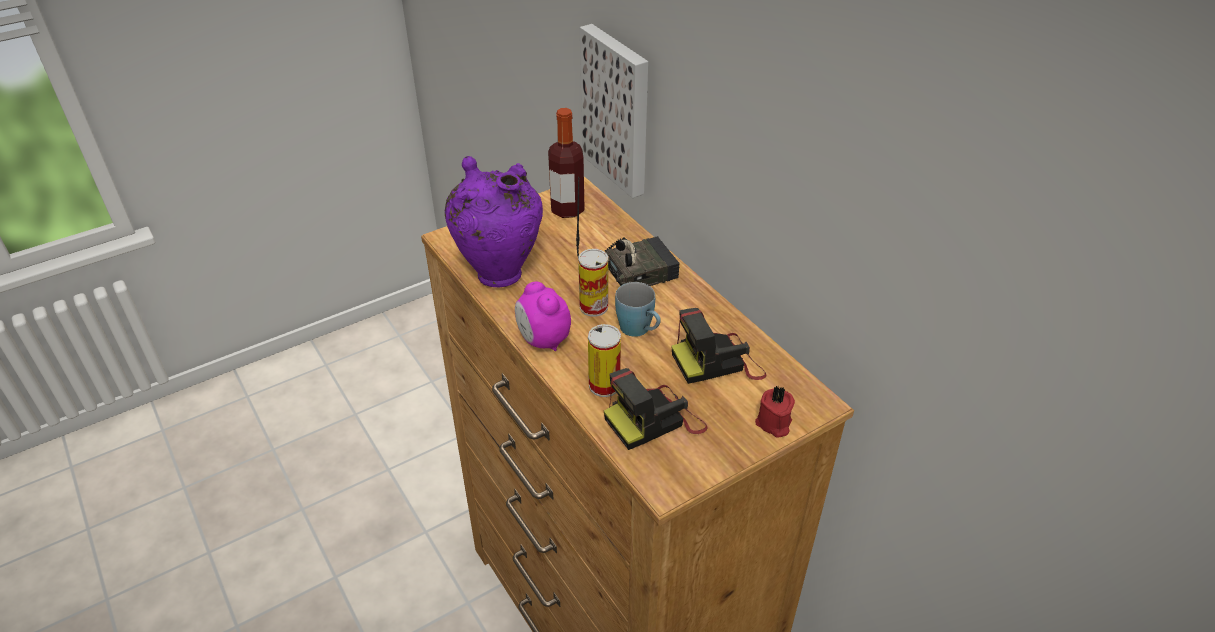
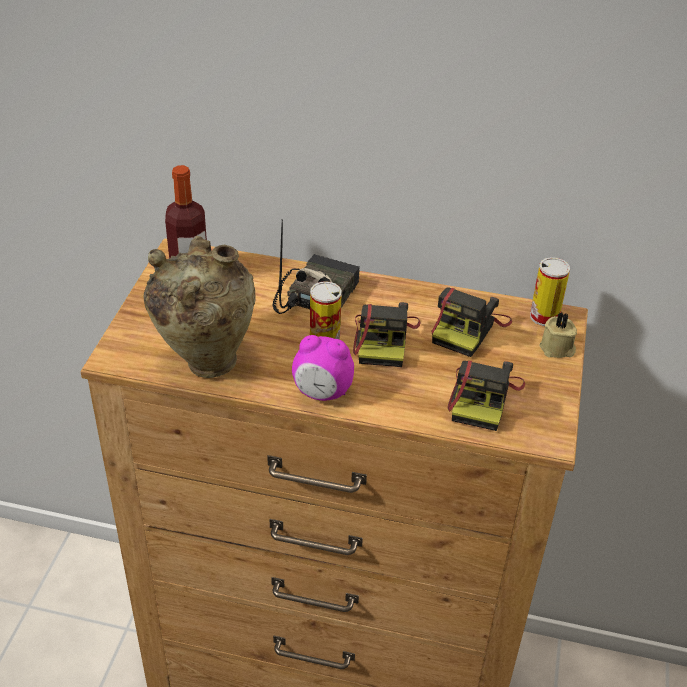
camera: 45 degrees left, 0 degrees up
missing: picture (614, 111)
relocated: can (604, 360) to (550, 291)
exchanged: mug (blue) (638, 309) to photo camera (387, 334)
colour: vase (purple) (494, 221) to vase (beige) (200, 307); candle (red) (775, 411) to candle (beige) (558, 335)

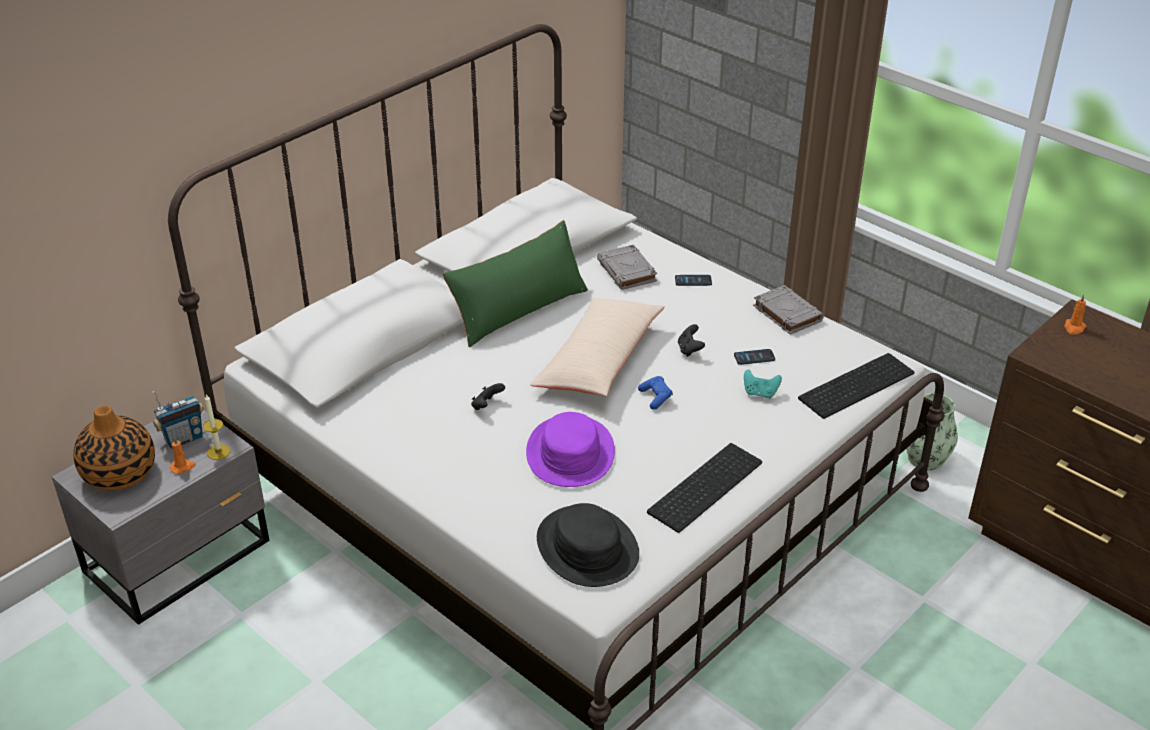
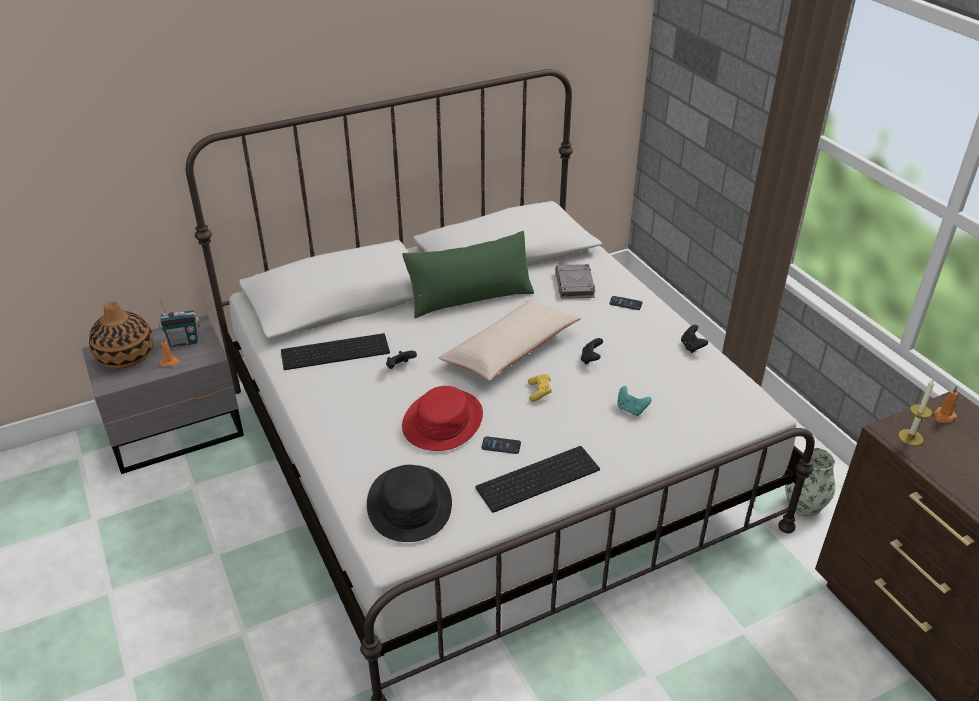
camera: 20 degrees right, 0 degrees up
relocated: candle (216, 427) to (916, 412); phone (754, 357) to (501, 445); keyboard (856, 386) to (335, 351)
exchanged: book (grey) (788, 310) to game controller (black) (694, 339)
colour: hat (purple) (570, 449) to hat (red) (442, 418); game controller (blue) (655, 393) to game controller (yellow) (540, 388)

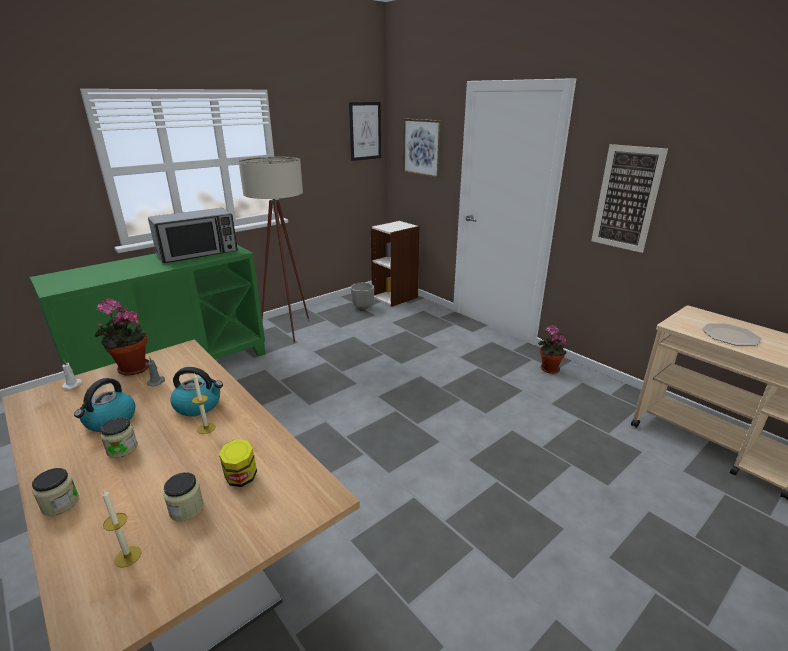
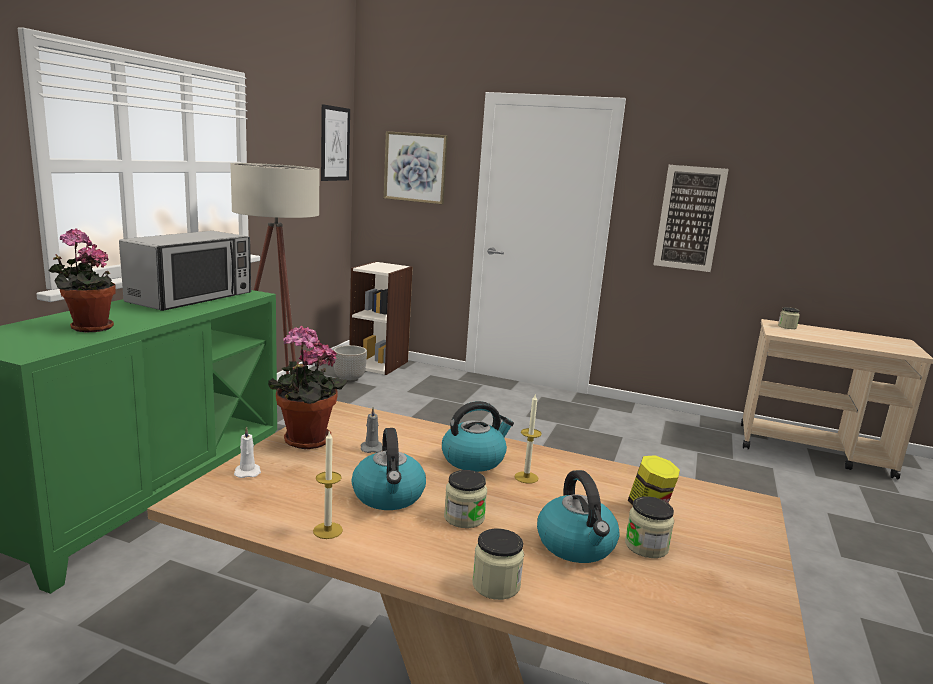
camera: 30 degrees left, 10 degrees down
missing: plate (731, 334)
appeared: kettle (578, 516); jar (789, 318)
relocated: candle (122, 528) to (328, 484); potted plant (552, 349) to (82, 280)

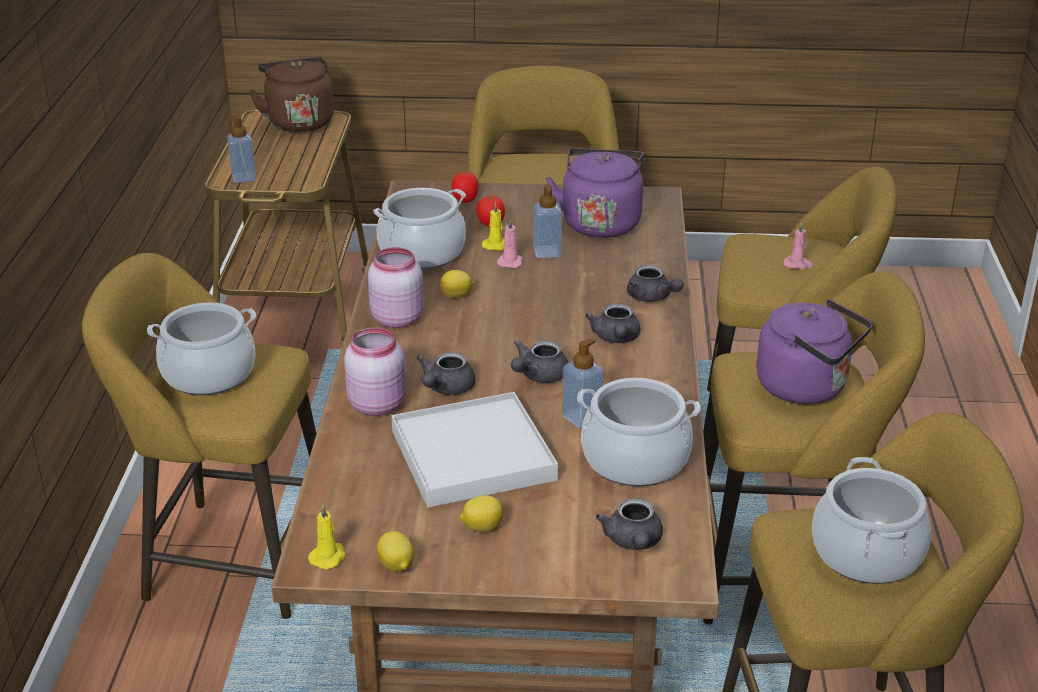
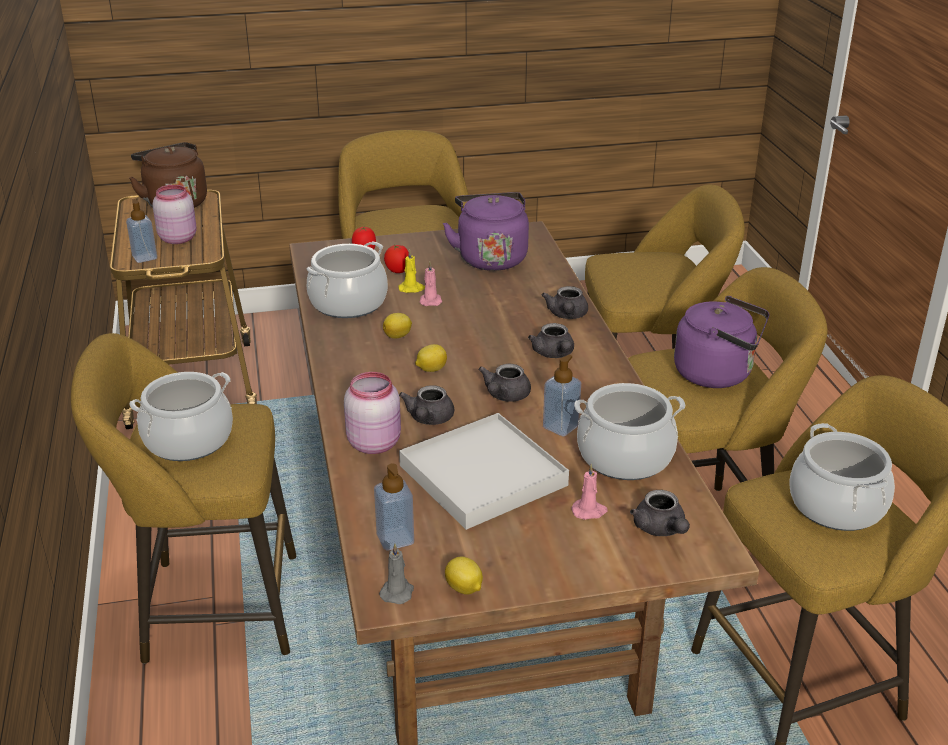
camera: 15 degrees left, 0 degrees up
relocated: jar (pink) (395, 287) to (175, 214); lemon (481, 513) to (431, 358); soap dispenser (547, 221) to (394, 507); candle (pink) (798, 245) to (589, 491)
colour: candle (yellow) (327, 537) to candle (grey) (396, 574)
spun: teapot (grey) (655, 283) = (565, 302) 60 degrees clockwise

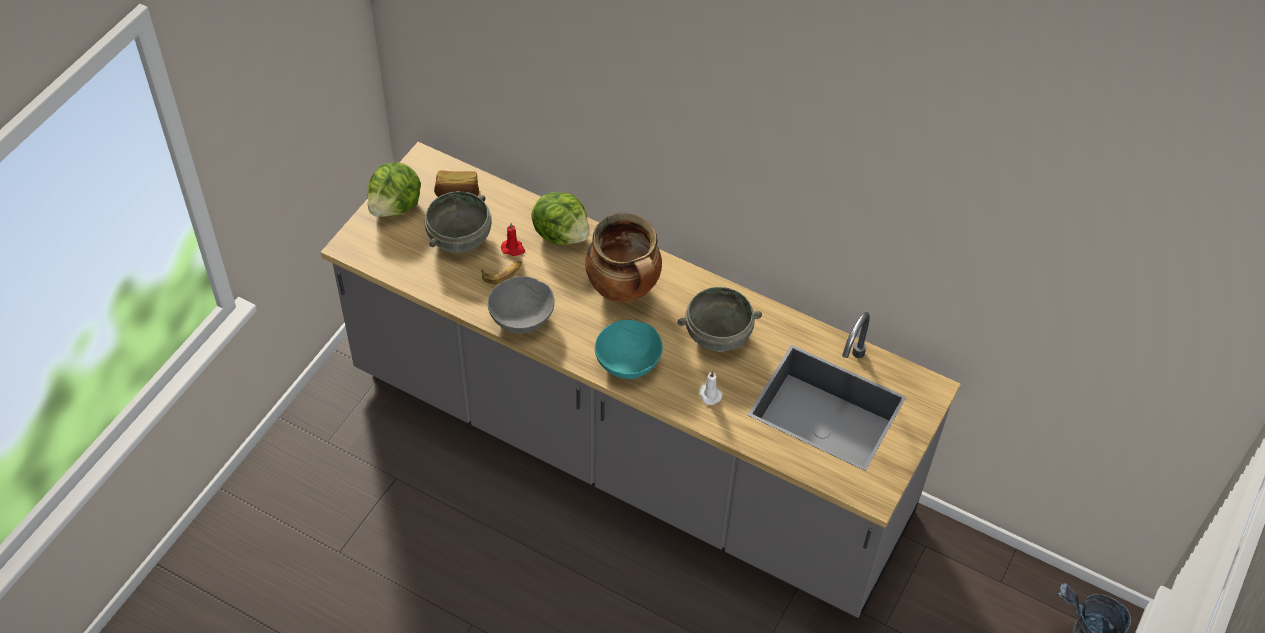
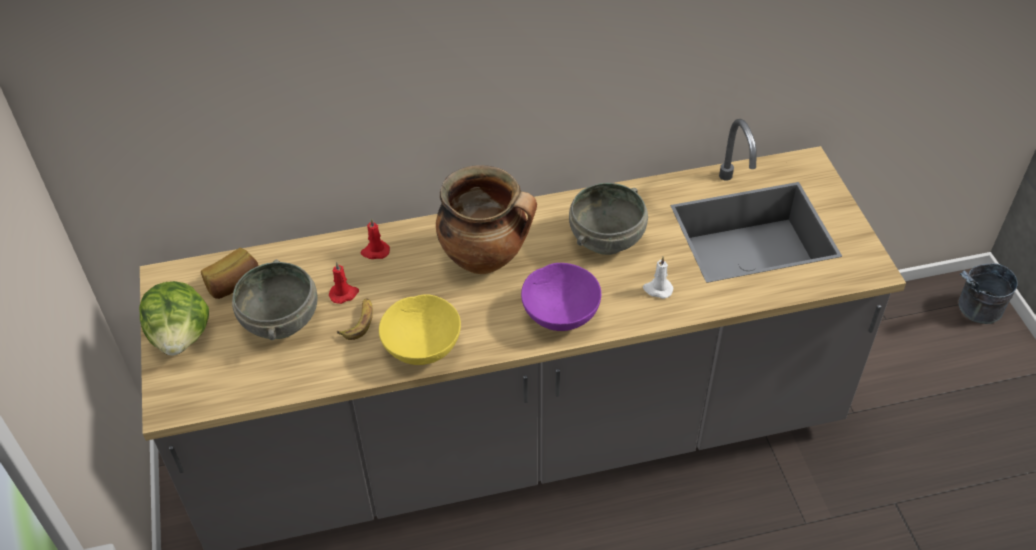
camera: 40 degrees left, 5 degrees down
exchanged: lettuce (560, 218) to candle (red) (375, 238)
colour: bowl (grey) (521, 305) to bowl (yellow) (420, 329); bowl (turquoise) (629, 349) to bowl (purple) (561, 297)

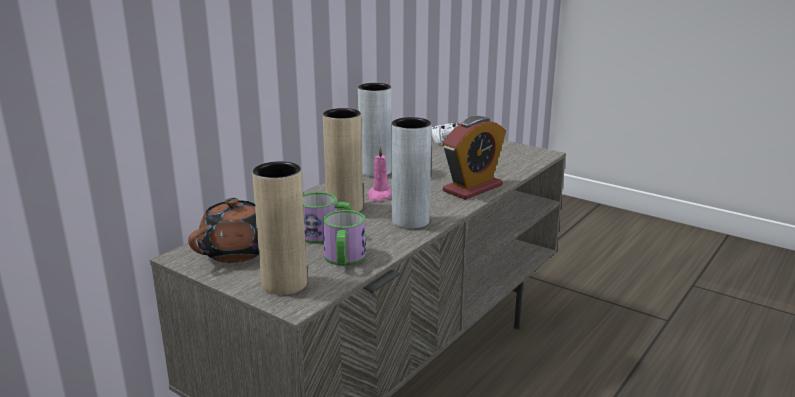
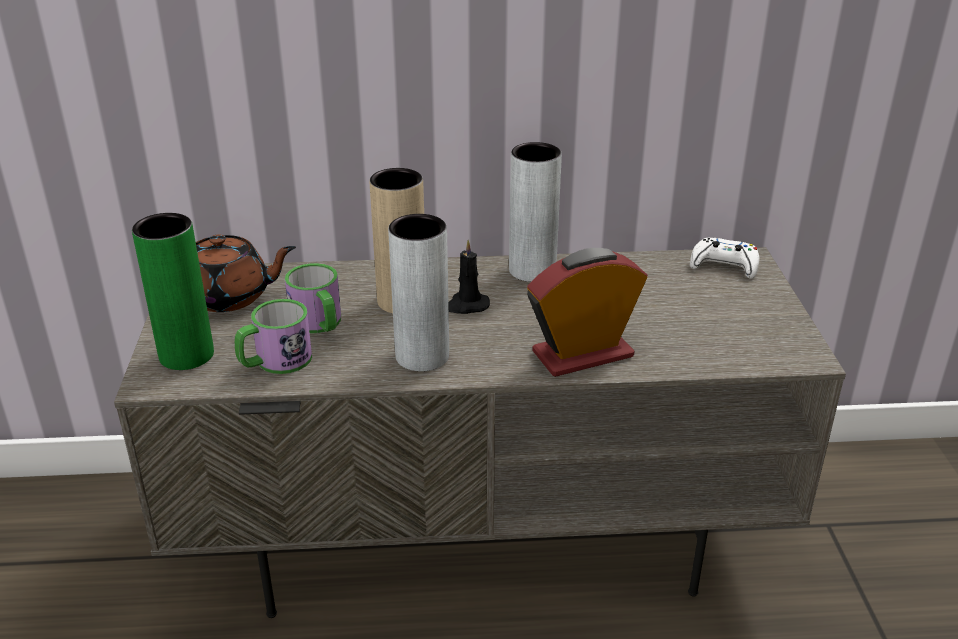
camera: 50 degrees right, 10 degrees up
colour: vase (beige) (279, 228) to vase (green) (173, 291); candle (pink) (379, 174) to candle (black) (469, 277)
spun: alarm clock (474, 158) = (587, 312) 150 degrees clockwise

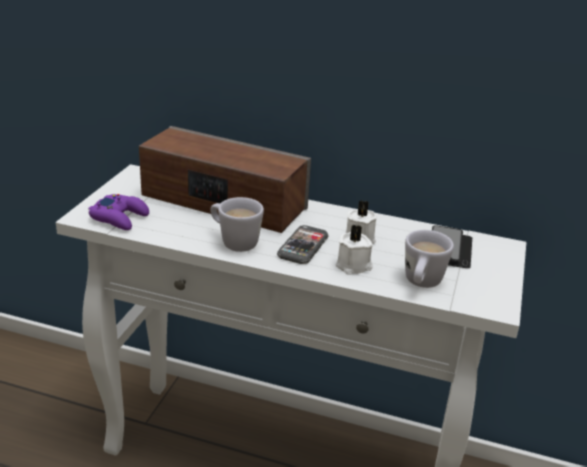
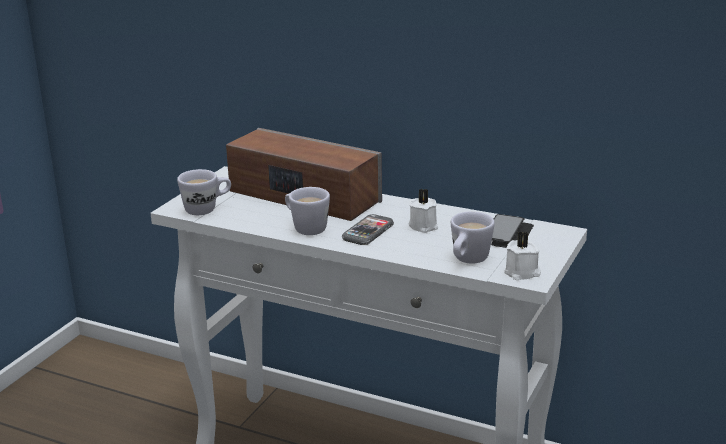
camera: 10 degrees right, 5 degrees down
relocated: candle (white) (354, 250) to (522, 255)
exchanged: game controller (purple) (118, 212) to mug (white) (204, 192)

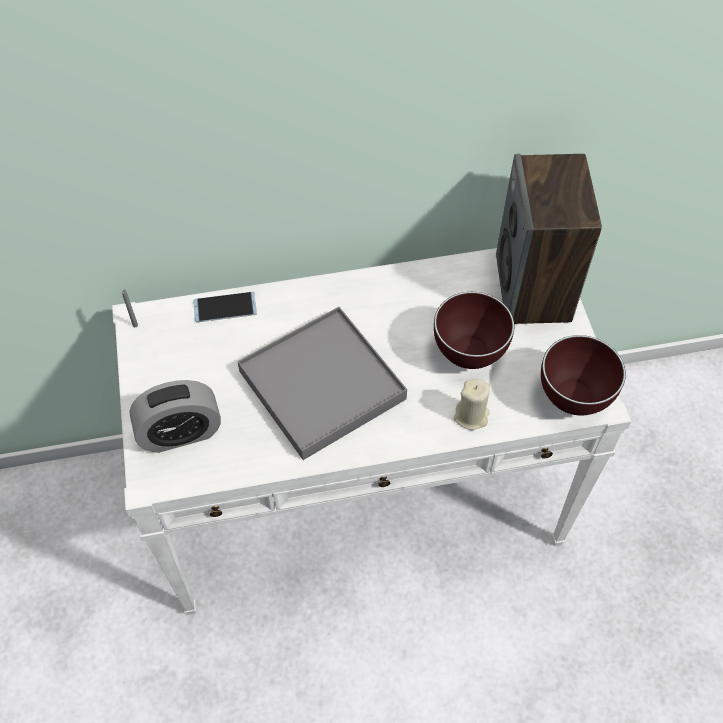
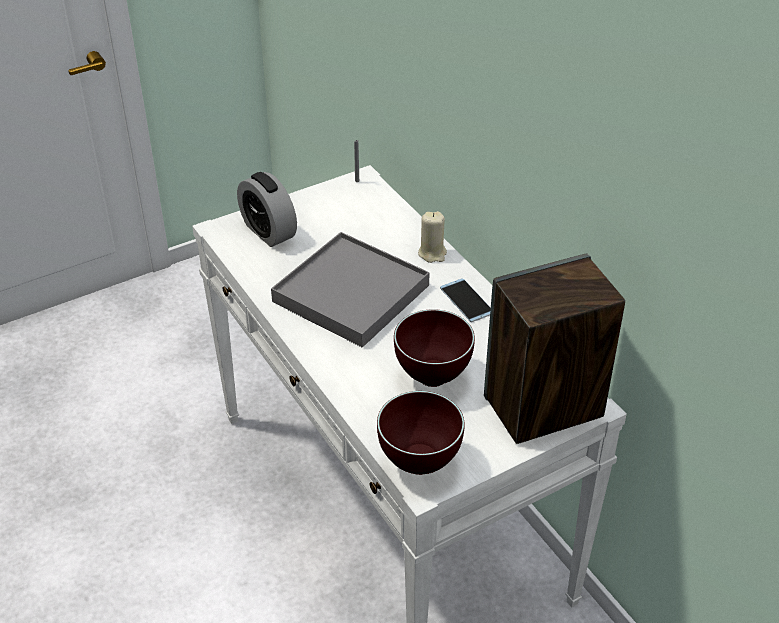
camera: 70 degrees right, 15 degrees down
relocated: phone (225, 307) to (465, 300); candle (beige) (472, 404) to (432, 237)

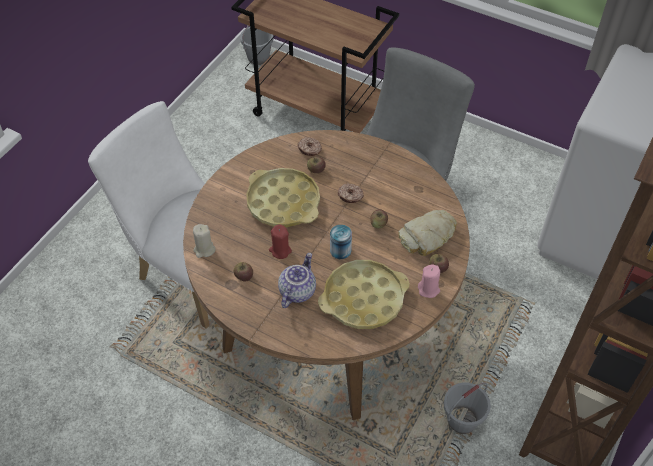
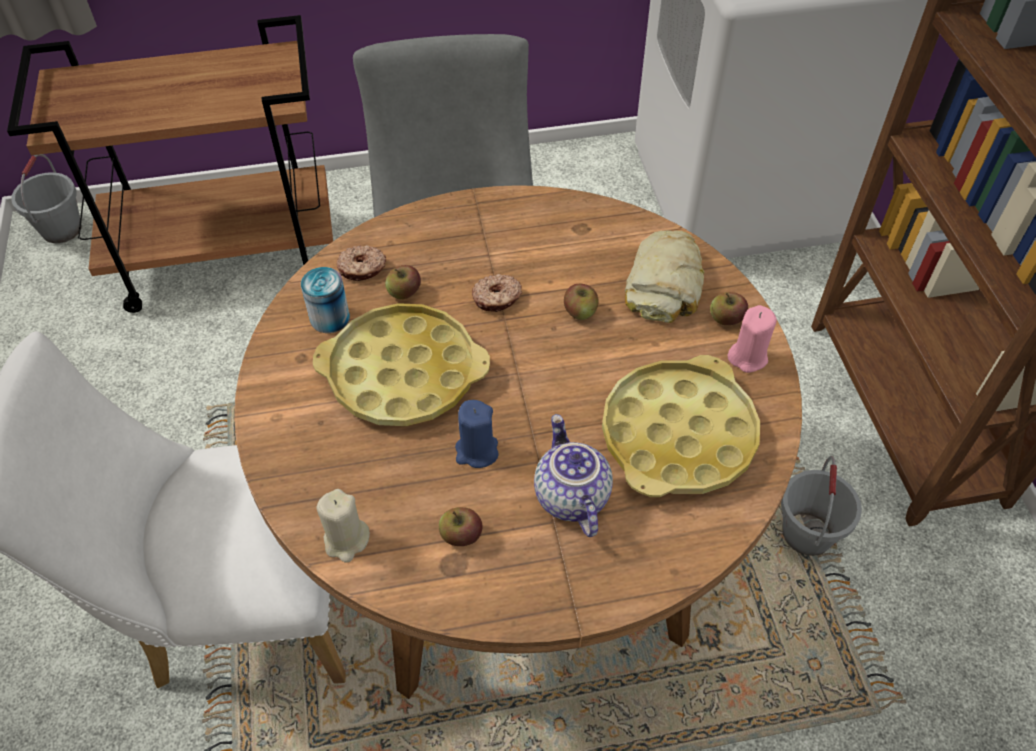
camera: 40 degrees left, 0 degrees up
relocated: can (341, 242) to (325, 300)
colour: candle (red) (280, 241) to candle (blue) (477, 434)

